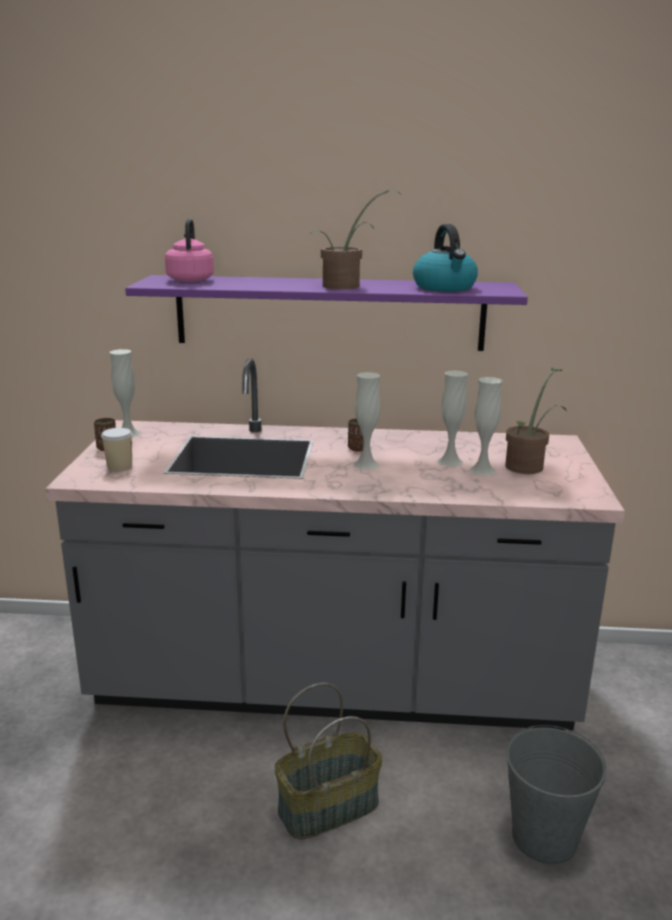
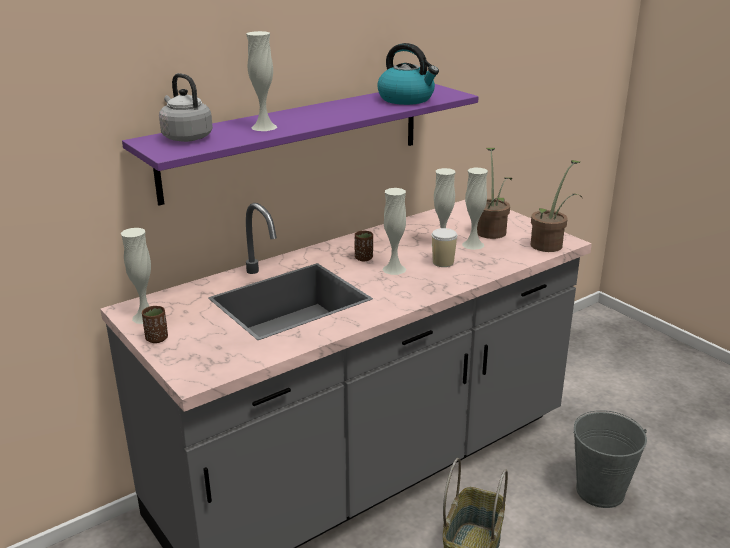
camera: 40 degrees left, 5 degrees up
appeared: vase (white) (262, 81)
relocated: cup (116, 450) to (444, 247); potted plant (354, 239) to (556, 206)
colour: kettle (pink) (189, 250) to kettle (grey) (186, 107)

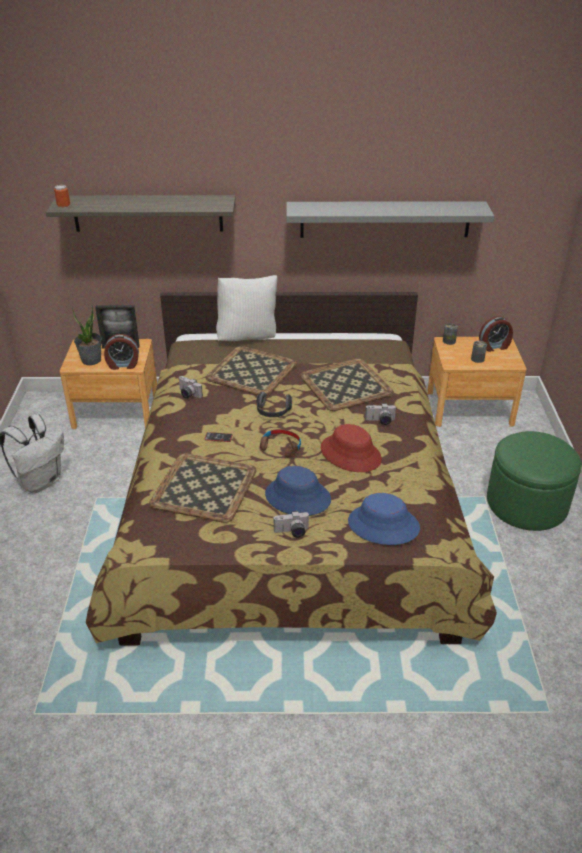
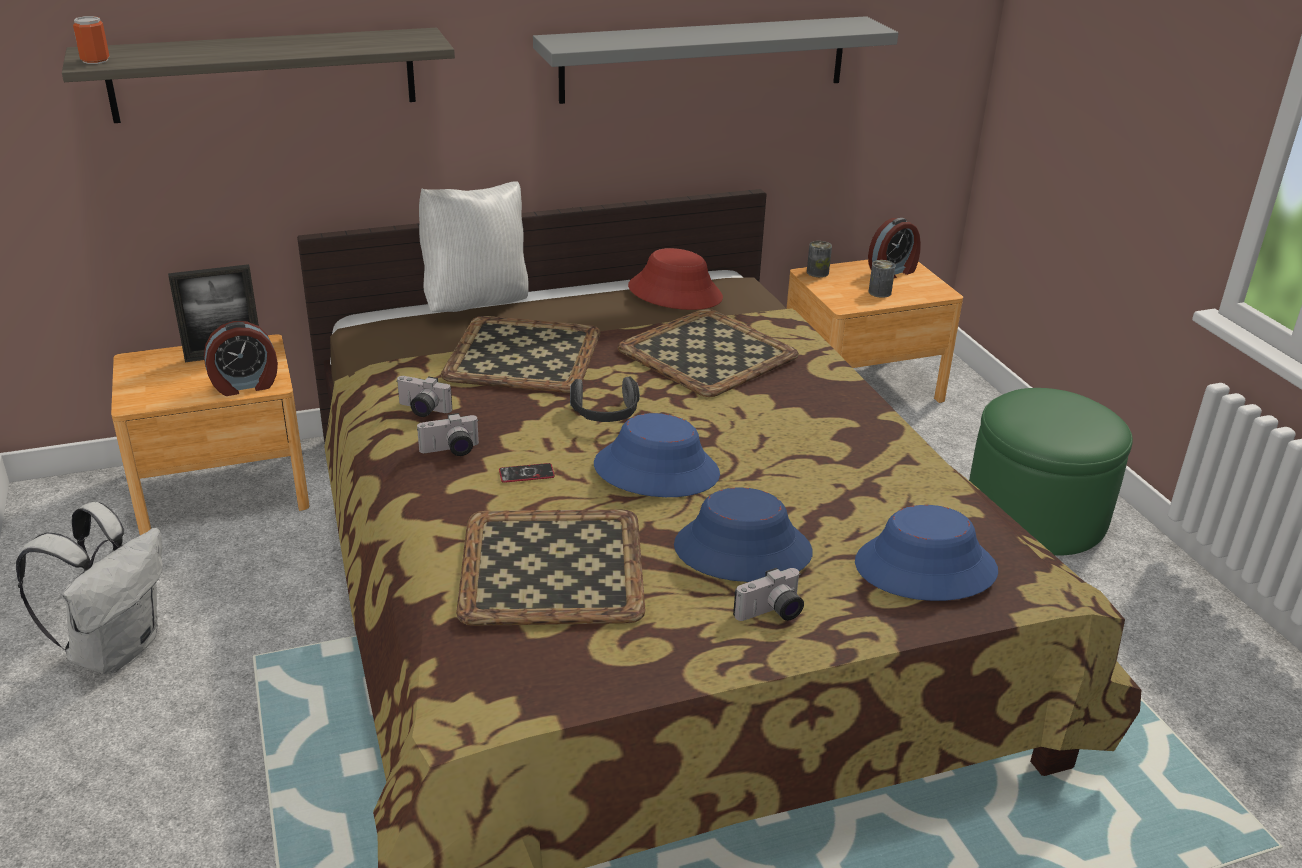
camera: 20 degrees left, 5 degrees down
missing: potted plant (87, 334)
relocated: hat (red) (351, 448) to (675, 279); photo camera (381, 414) to (448, 434)
exchanged: headphones (brown) (280, 443) to hat (blue) (657, 455)

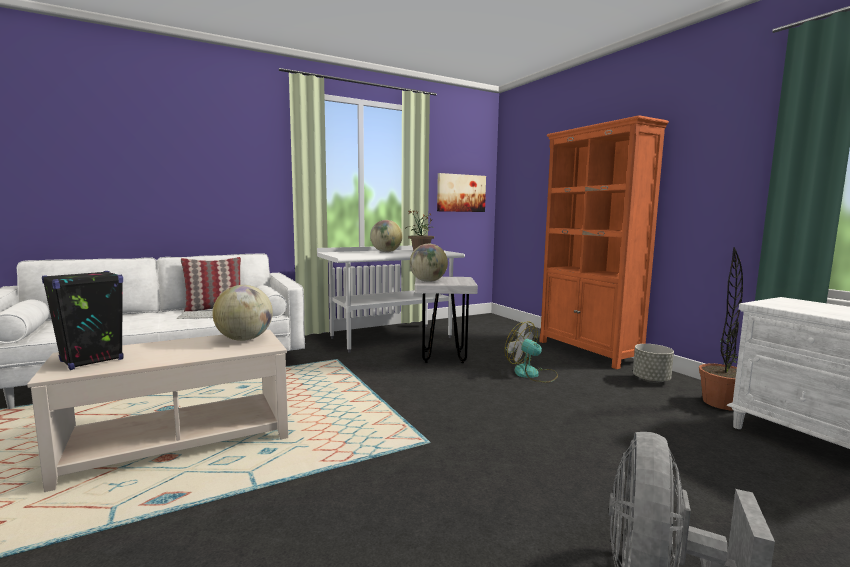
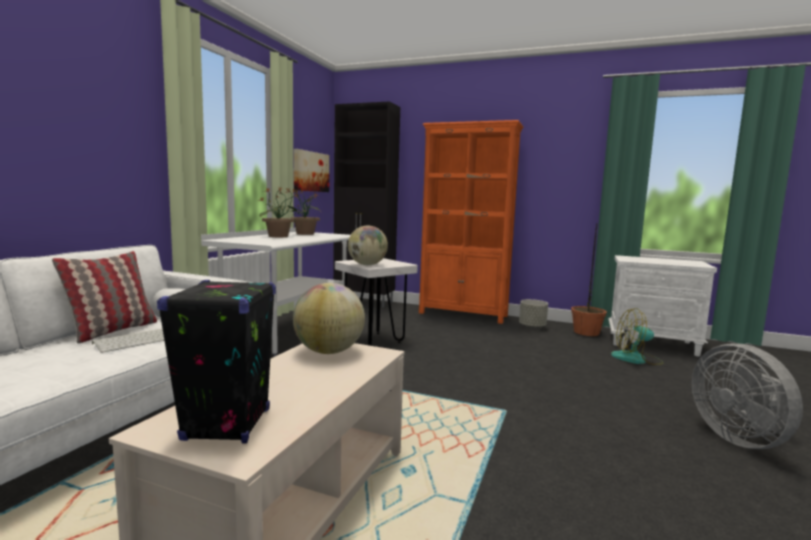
camera: 40 degrees left, 0 degrees up
appeared: cabinet (black) (366, 204)
relocated: fan (531, 352) to (637, 336)
exchanged: globe (386, 236) to potted plant (280, 212)

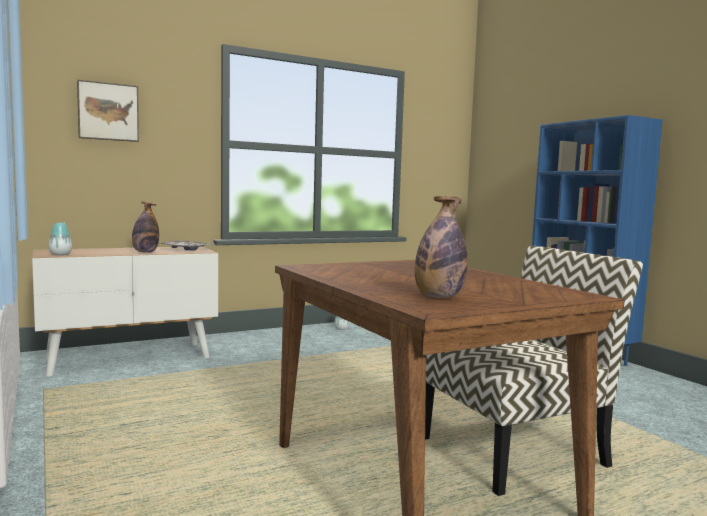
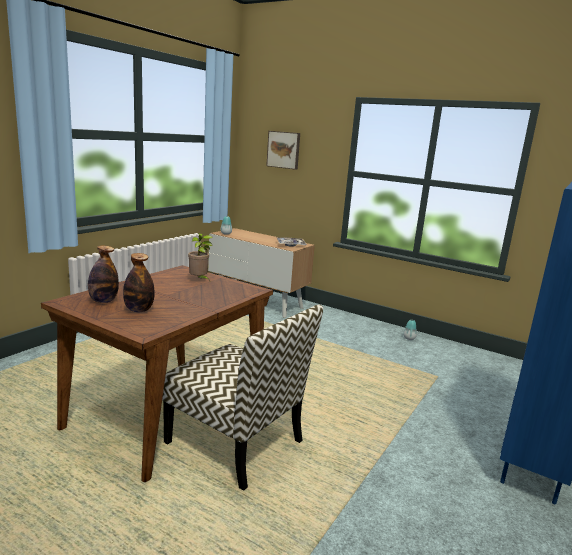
camera: 60 degrees right, 10 degrees up
appeared: potted plant (200, 257)
relocated: bottle (145, 227) to (139, 282)

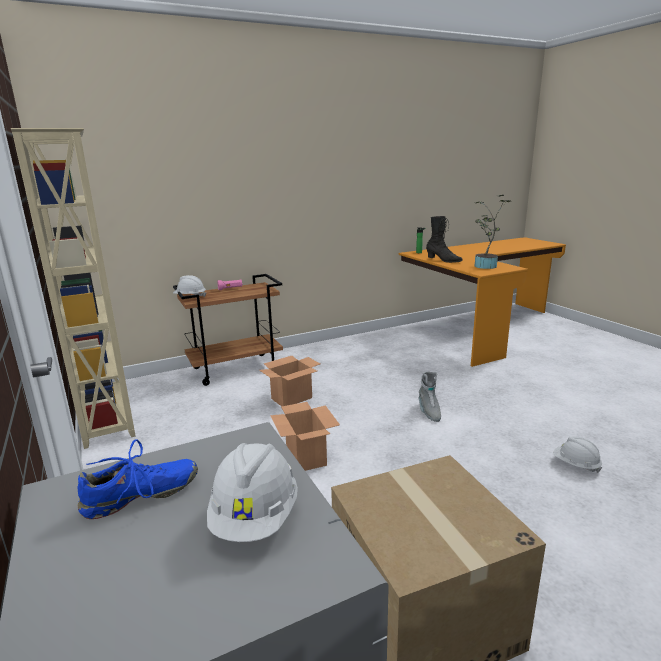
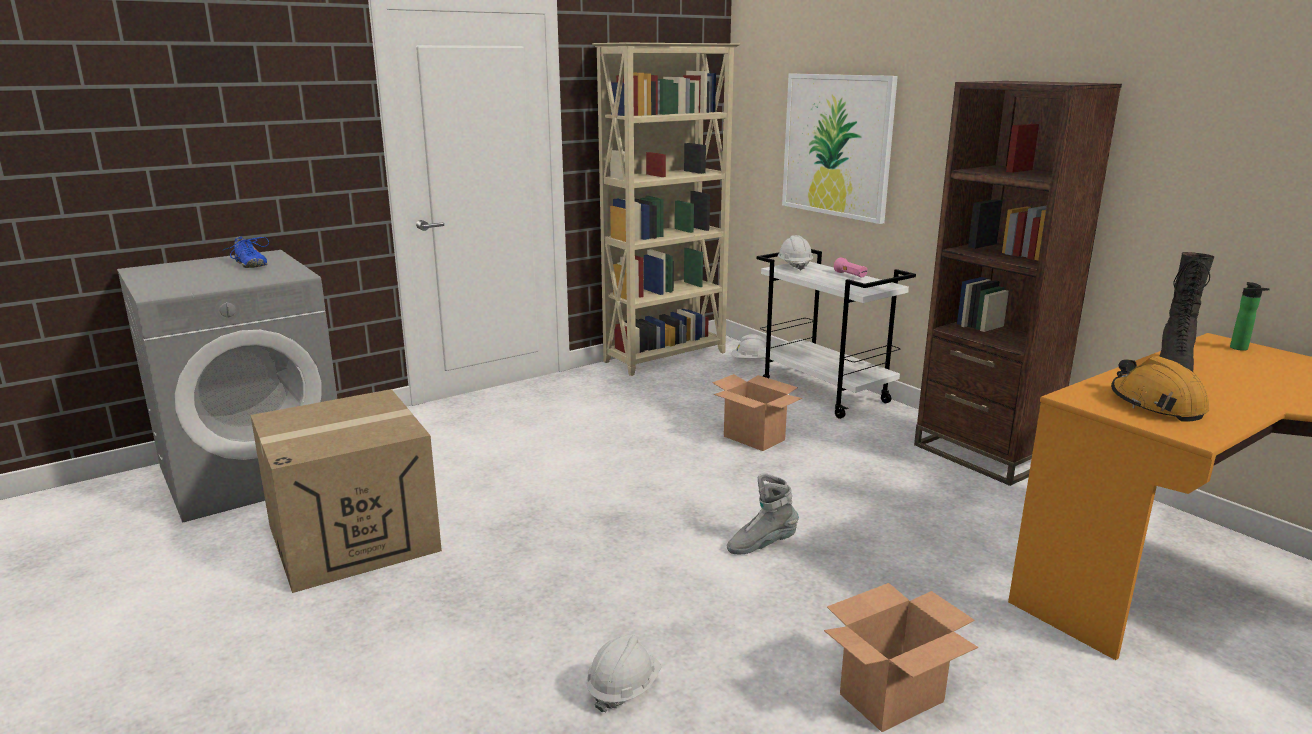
camera: 80 degrees right, 0 degrees up
appeared: picture (840, 149); bookcase (brown) (1018, 283)
relocated: hard hat (white) (252, 492) to (748, 346); cardboard box (305, 436) to (901, 657)
exchanged: potted plant (492, 231) to hard hat (orange) (1160, 389)
colour: cart (brown) (228, 330) to cart (white) (836, 334)

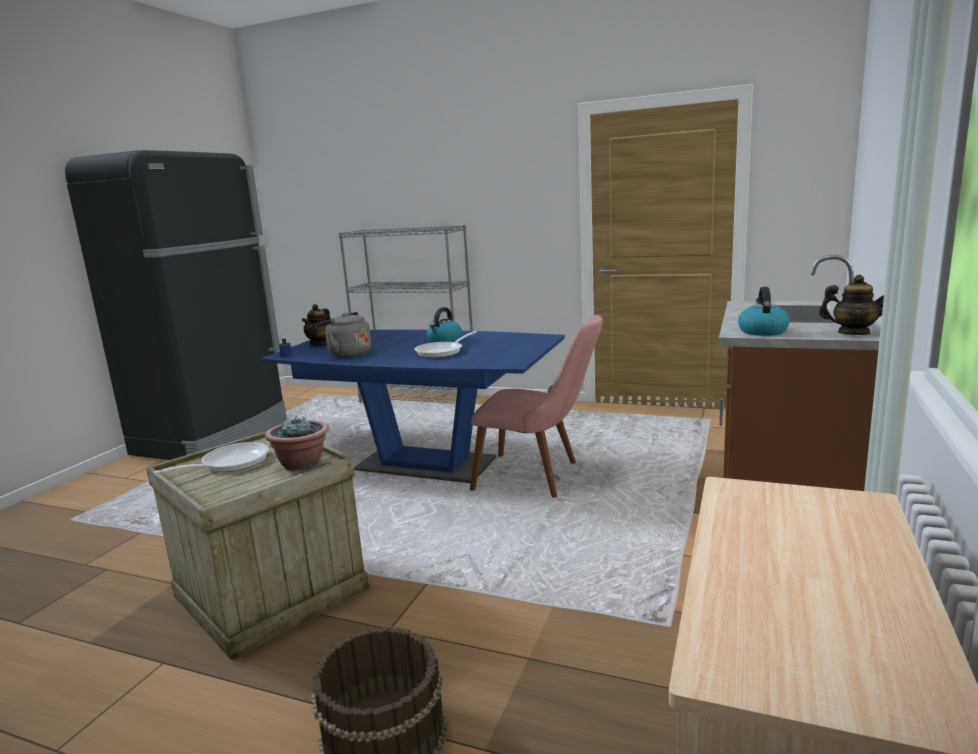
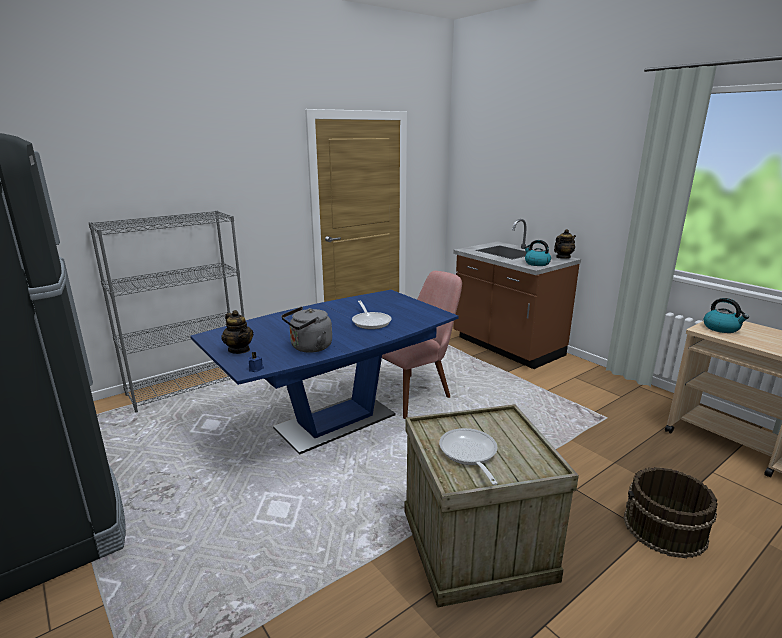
camera: 60 degrees left, 5 degrees up
missing: potted plant (297, 443)
relocated: kettle (444, 325) to (726, 315)

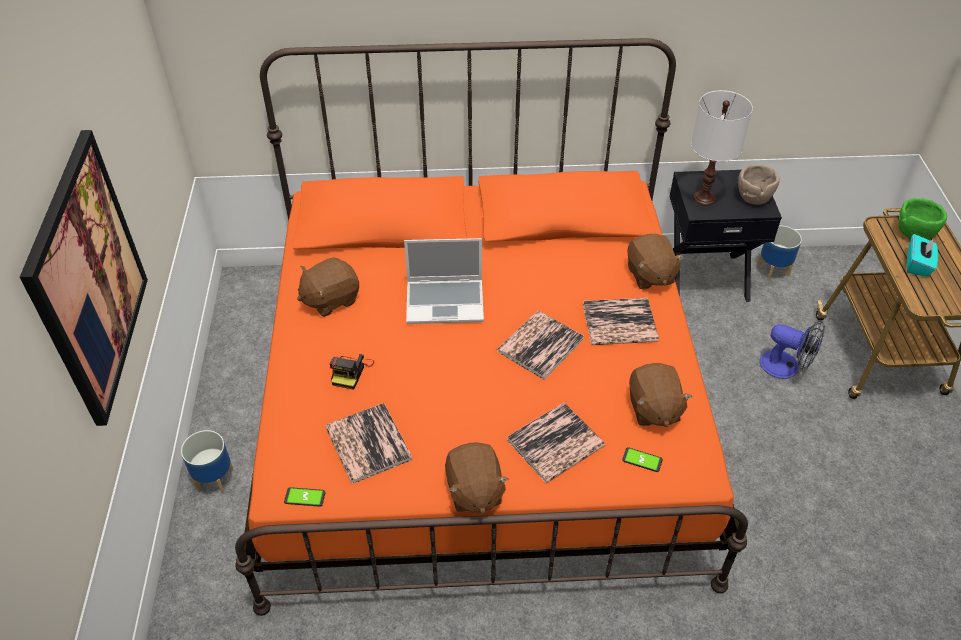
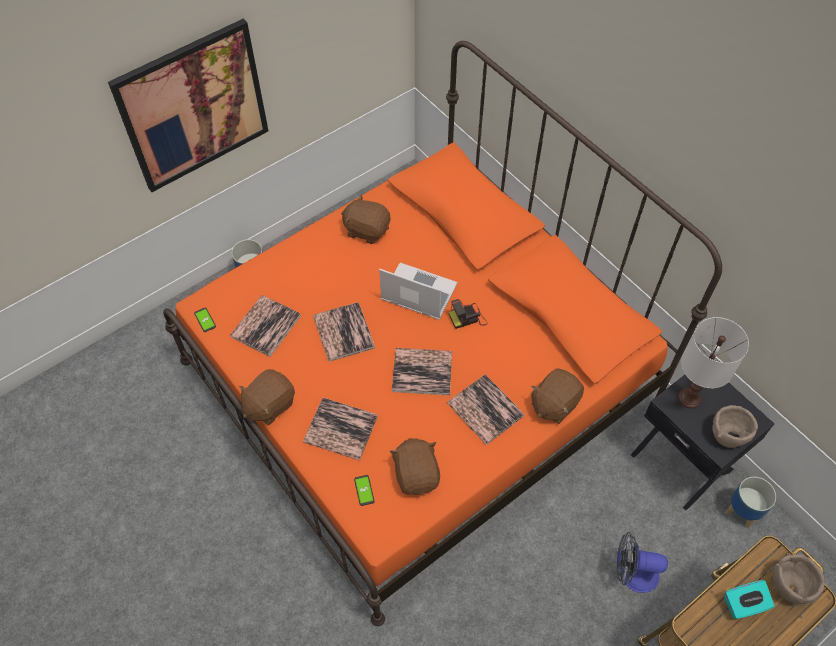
camera: 55 degrees right, 10 degrees up
appeared: book (344, 332)
relocated: photo camera (352, 372) to (468, 314)
colour: bowl (green) (923, 218) to bowl (brown) (799, 579)
spun: laptop (444, 281) = (418, 291) 150 degrees clockwise; plush toy (brown) (660, 395) = (415, 466) 120 degrees clockwise; fan (792, 350) = (642, 562) 105 degrees clockwise

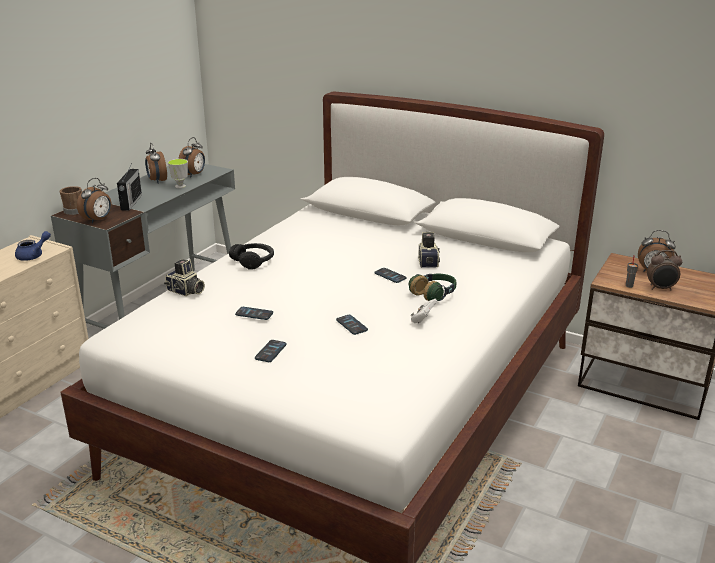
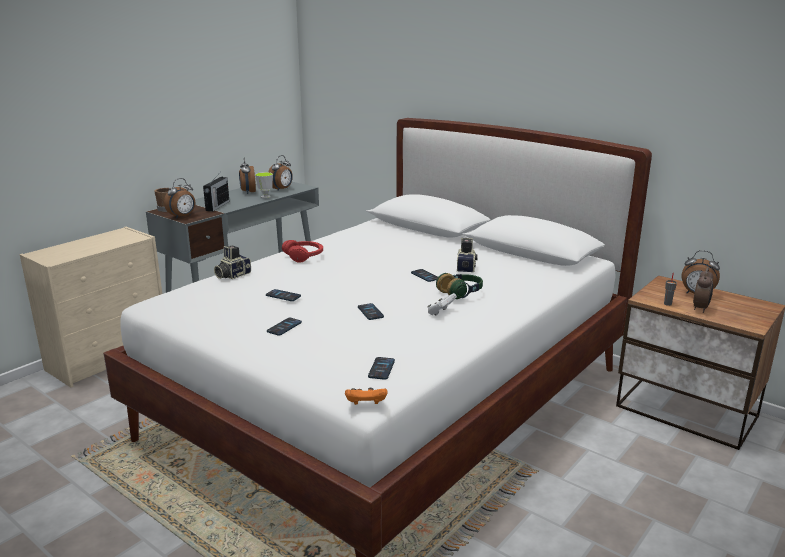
camera: 10 degrees right, 5 degrees down
missing: teapot (blue) (33, 246)
appeared: game controller (orange) (366, 396); phone (381, 368)
colour: headphones (black) (251, 256) to headphones (red) (302, 251)
spun: photo camera (184, 277) = (232, 262) 90 degrees clockwise; alarm clock (664, 270) = (703, 290) 75 degrees counterclockwise

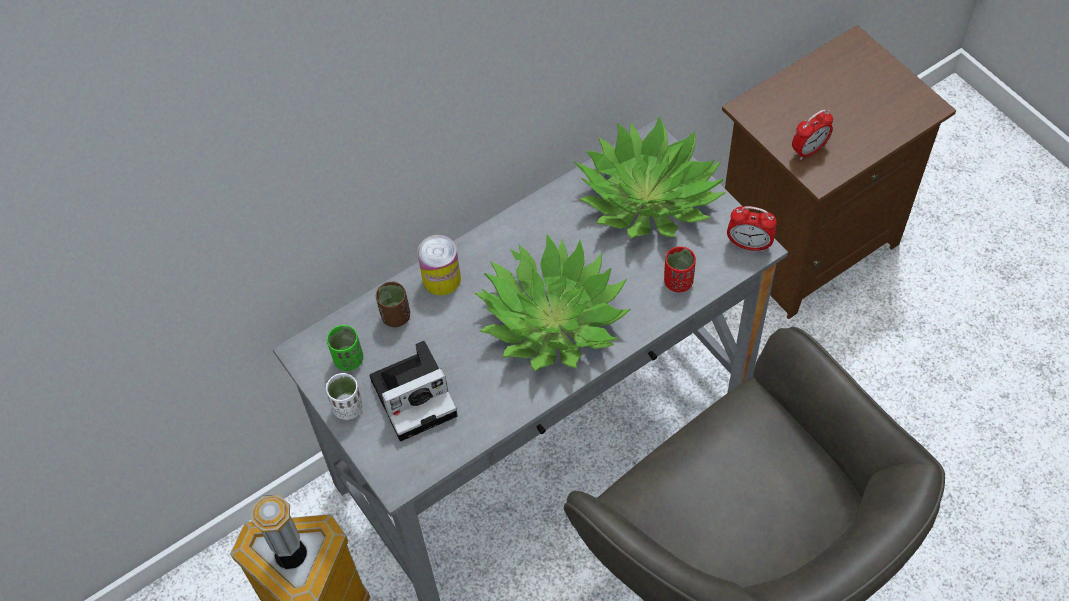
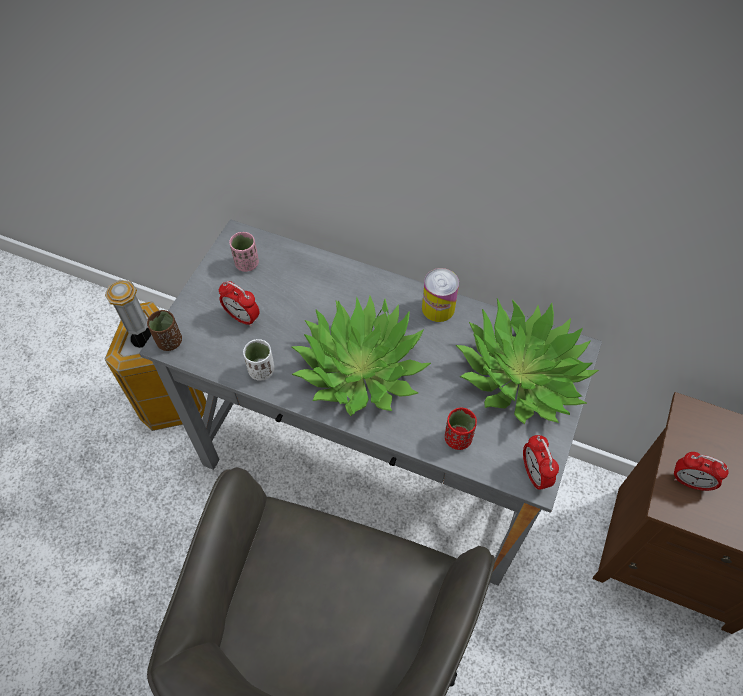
camera: 55 degrees right, 0 degrees up
relocated: cup (white) (344, 396) to (258, 360); cup (brown) (393, 304) to (164, 330); can (439, 265) to (440, 295)
exchanged: photo camera (414, 391) to alarm clock (239, 304)
colour: cup (green) (345, 348) to cup (pink) (244, 252)

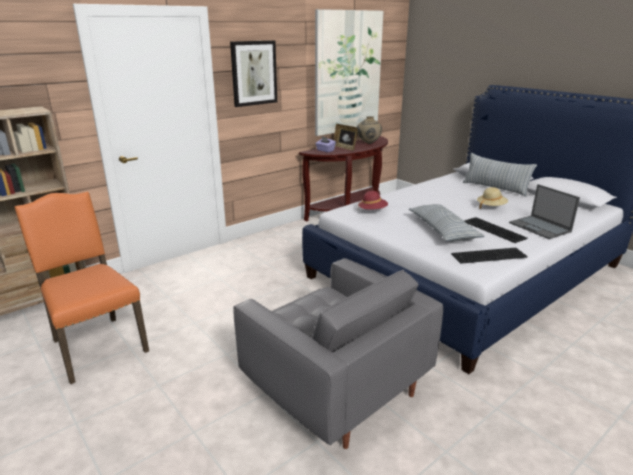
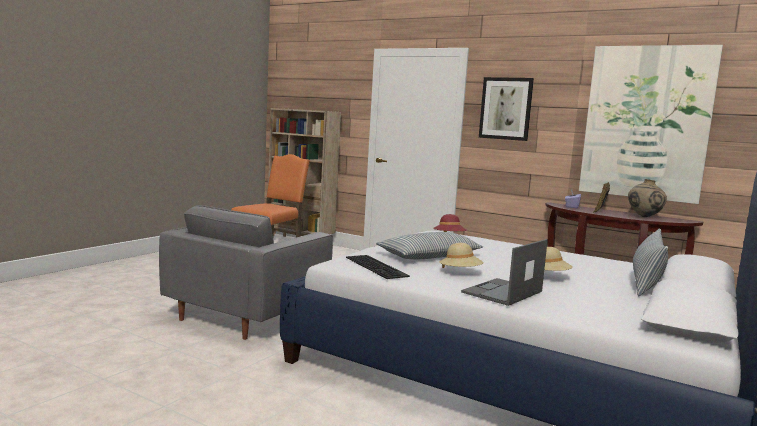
camera: 70 degrees right, 15 degrees down
exchanged: keyboard (496, 230) to hat (beige) (462, 255)

